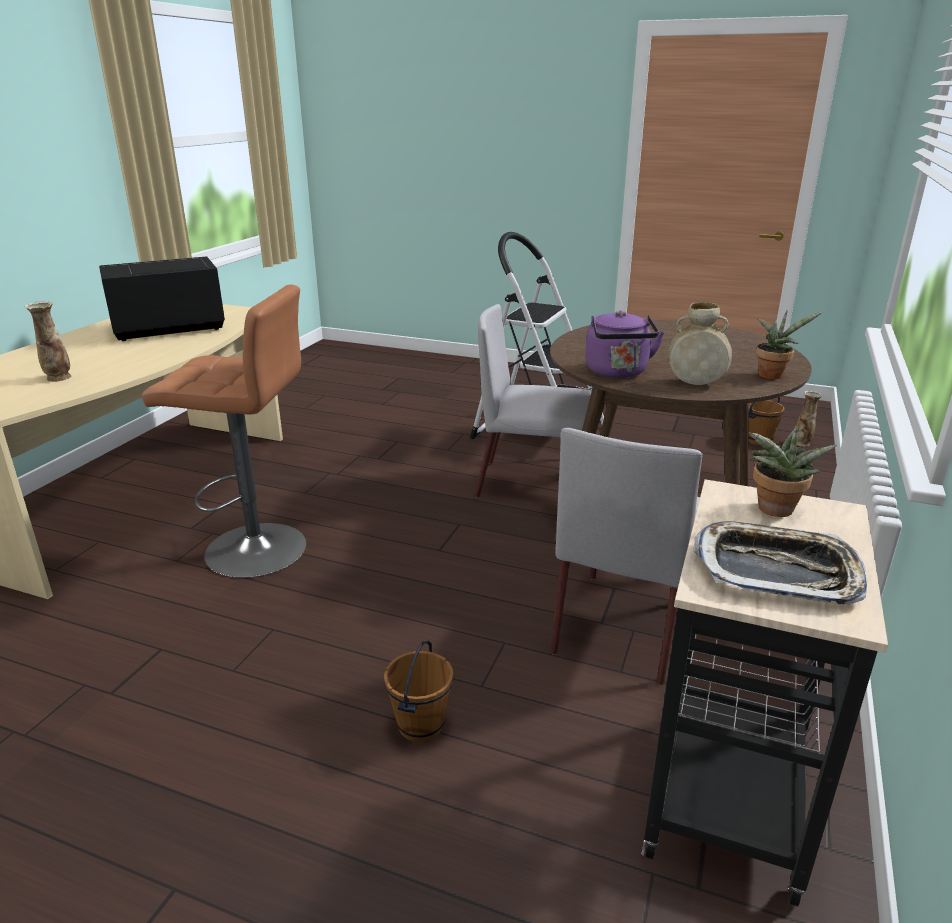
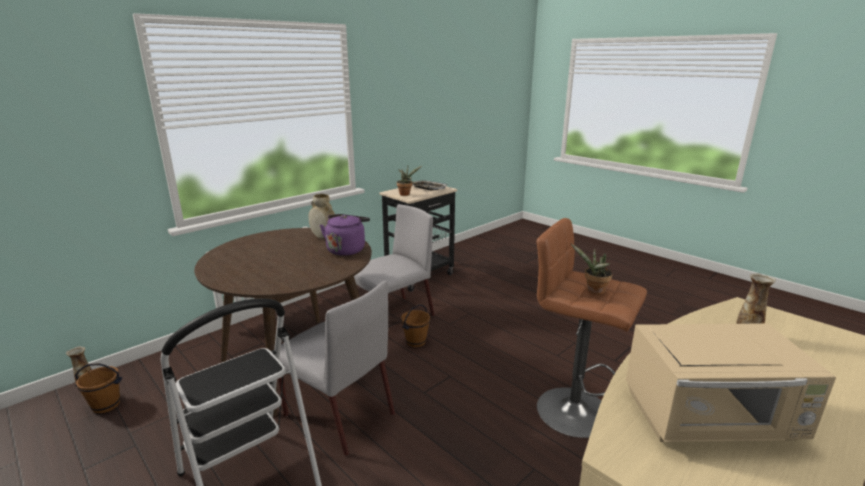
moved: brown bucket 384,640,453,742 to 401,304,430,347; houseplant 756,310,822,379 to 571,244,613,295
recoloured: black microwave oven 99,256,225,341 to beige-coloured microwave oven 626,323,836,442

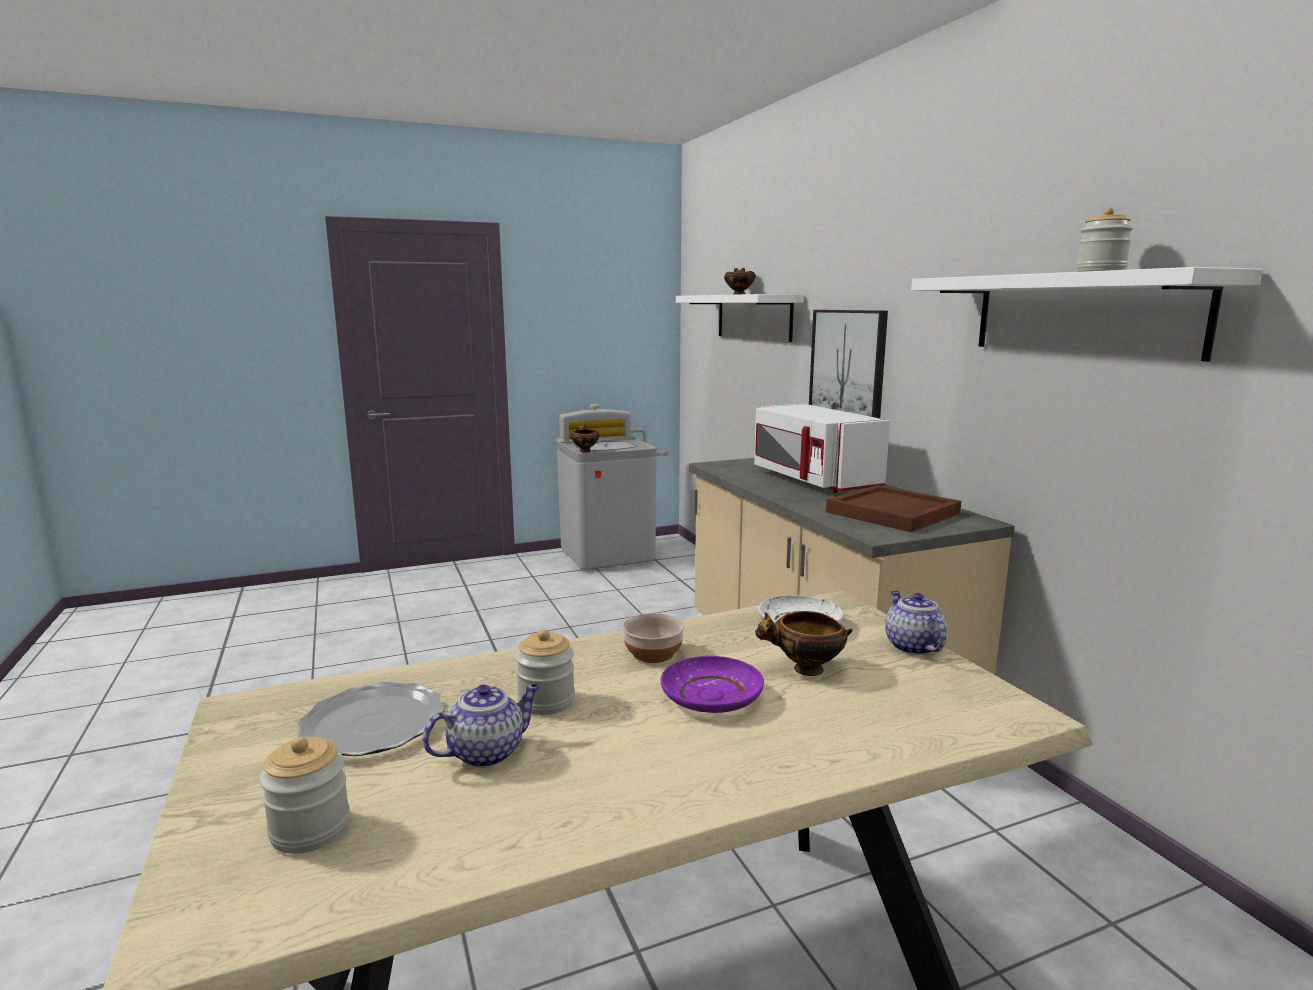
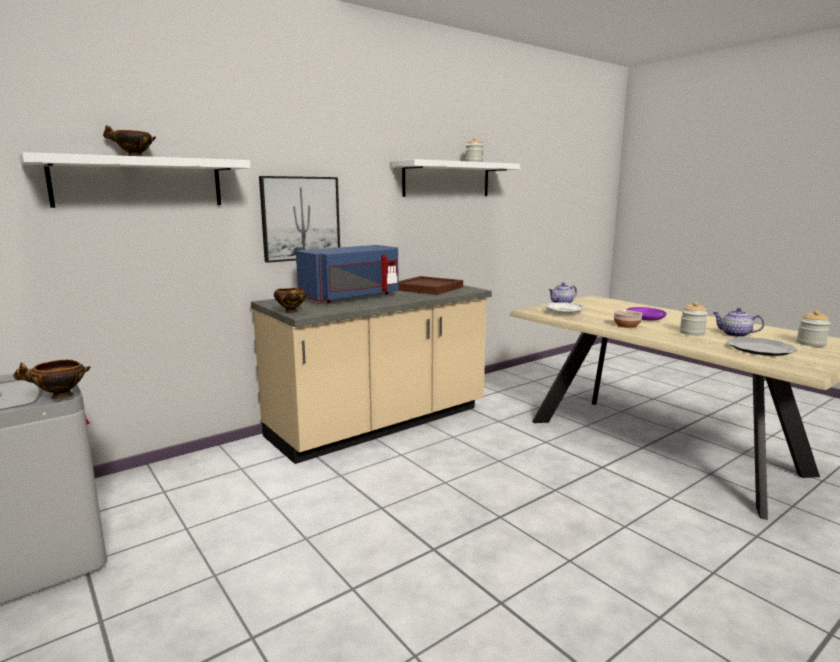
moved: bowl 755,611,853,676 to 274,288,306,313
recoloured: white-coloured microwave oven 754,404,890,493 to blue-coloured microwave oven 296,245,399,303

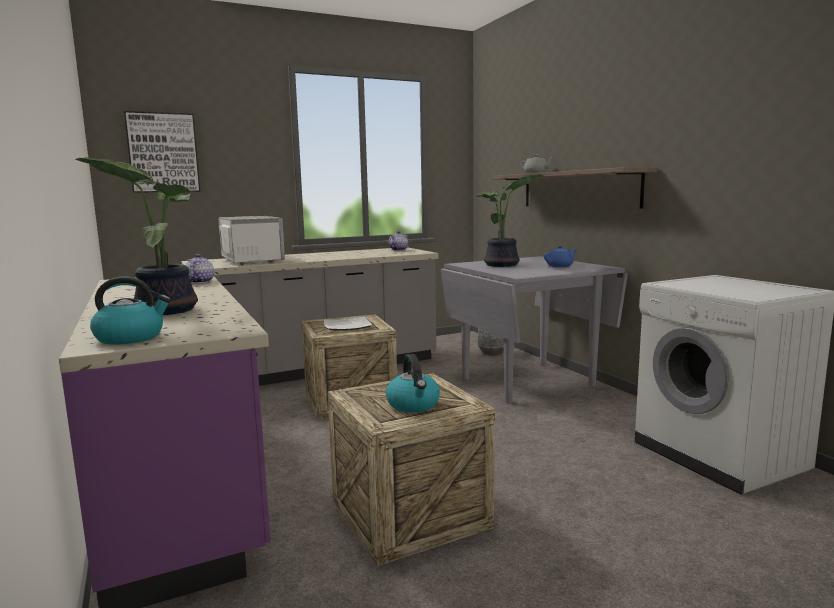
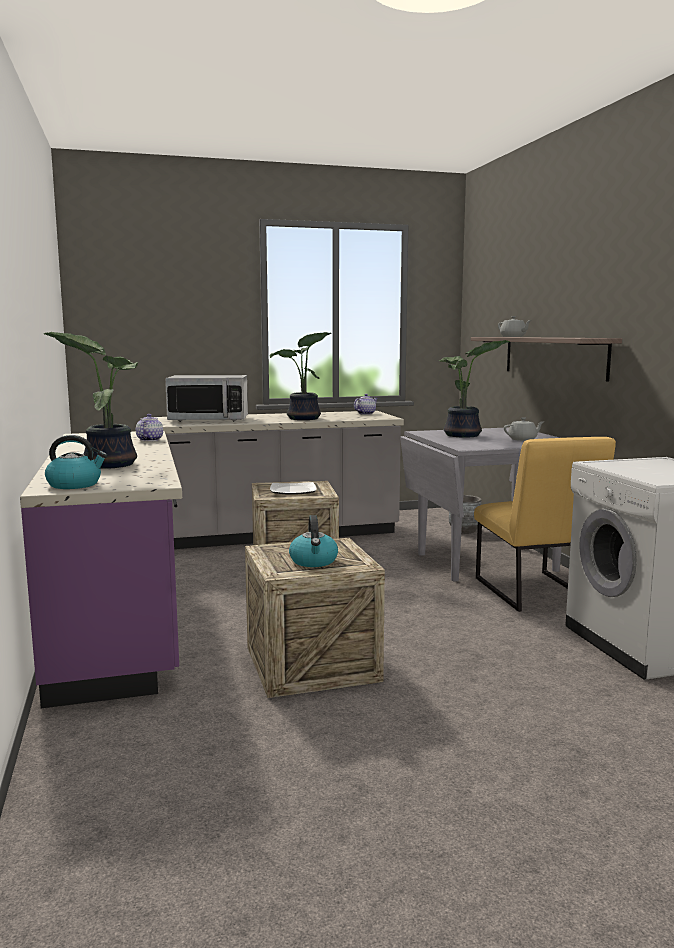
removed: picture 124,111,201,193
added: houseplant 270,332,331,420; yellowish upright chair 474,437,616,612
recoloured: blue-coloured teapot 544,246,577,267 to grey teapot 504,417,545,441
turned: microwave oven 218,216,285,265 = 165,375,248,422 105 degrees clockwise

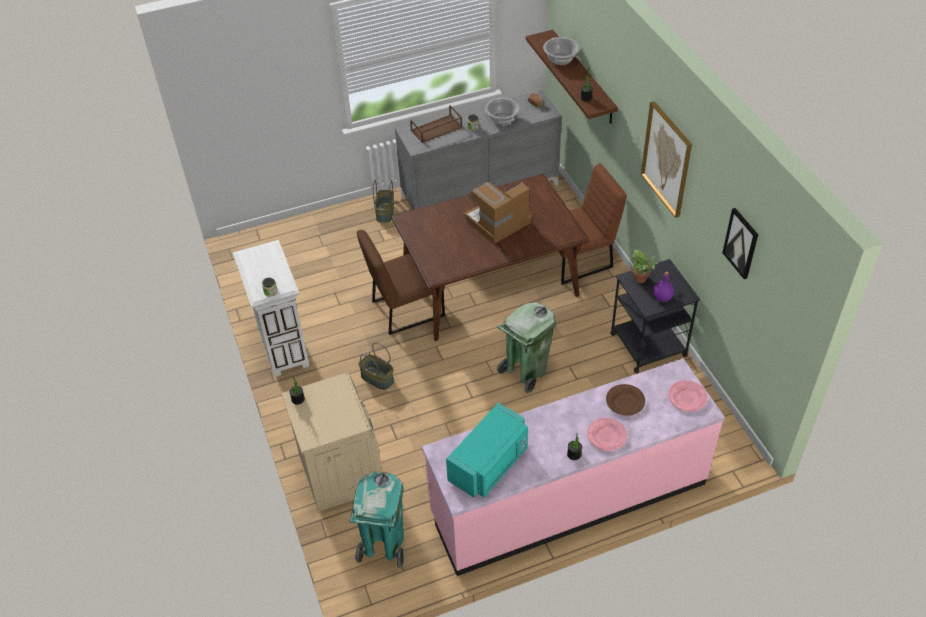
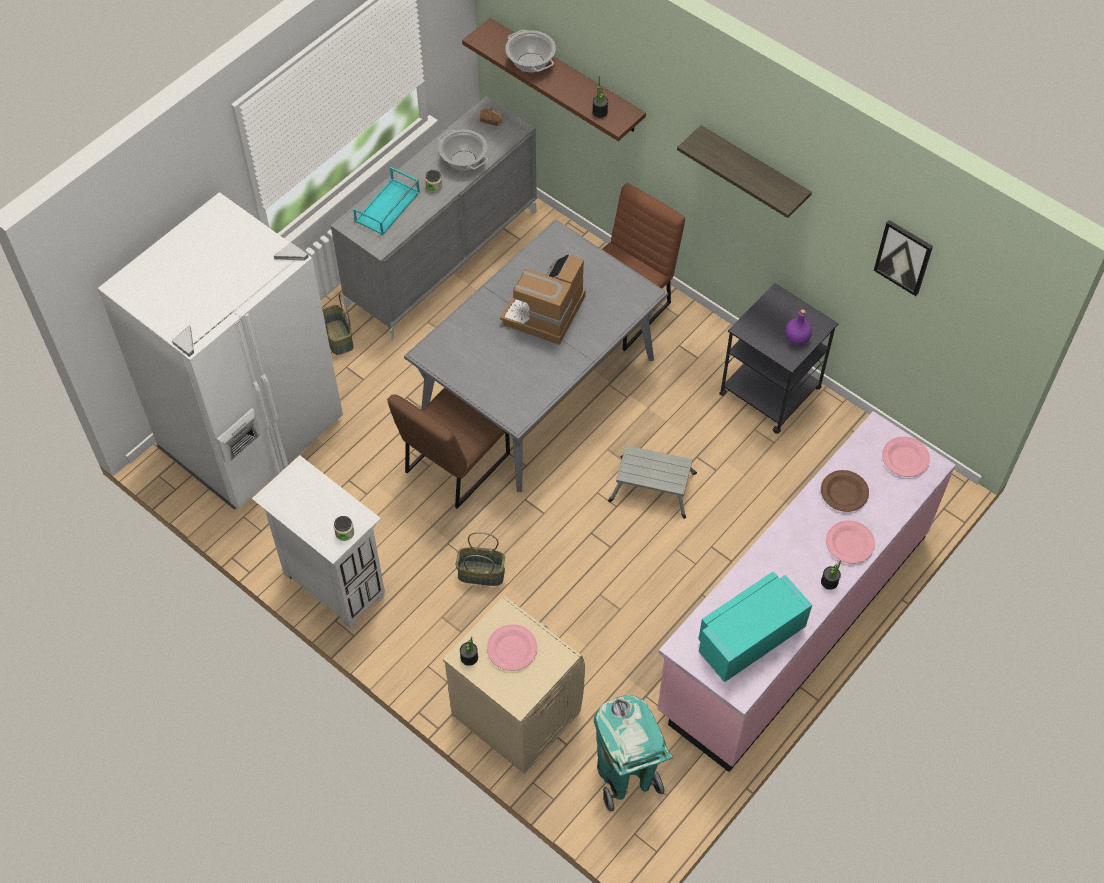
removed: houseplant 631,249,658,283
added: white-coloured fridge 98,192,343,509; pinkish flat dish 487,624,538,671
replaced: green-coloured rubbish bin 497,303,556,393 to grey stepladder 608,445,697,519; picture 641,101,692,218 to shelf 677,125,812,218
recoloured: brown dining table 391,173,590,341 to grey dining table 404,219,668,492; brown carrying tray 410,105,462,143 to turquoise carrying tray 353,167,420,235
turned: turquoise microwave oven 446,403,528,498 = 698,572,812,683 135 degrees counterclockwise

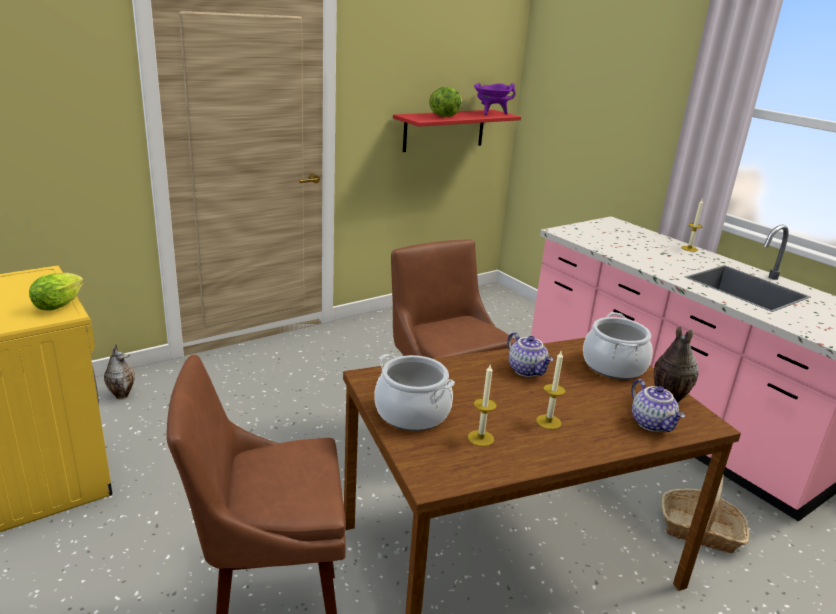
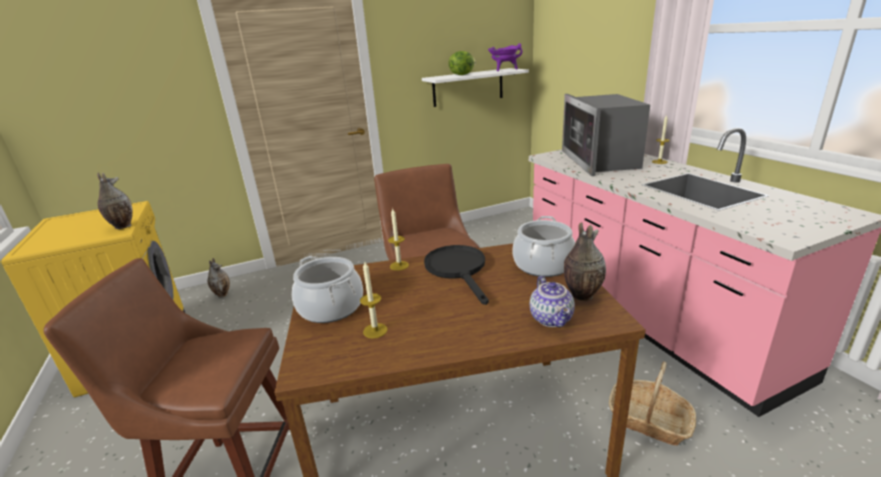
added: microwave oven 562,94,650,176
moved: candle 536,351,566,430 to 388,209,409,271
replaced: lettuce head 29,273,84,311 to flower vase 97,172,132,229; teapot 507,332,553,377 to black skillet 424,245,489,305
recoloured: red shelf 393,110,521,152 to white-coloured shelf 422,68,529,107

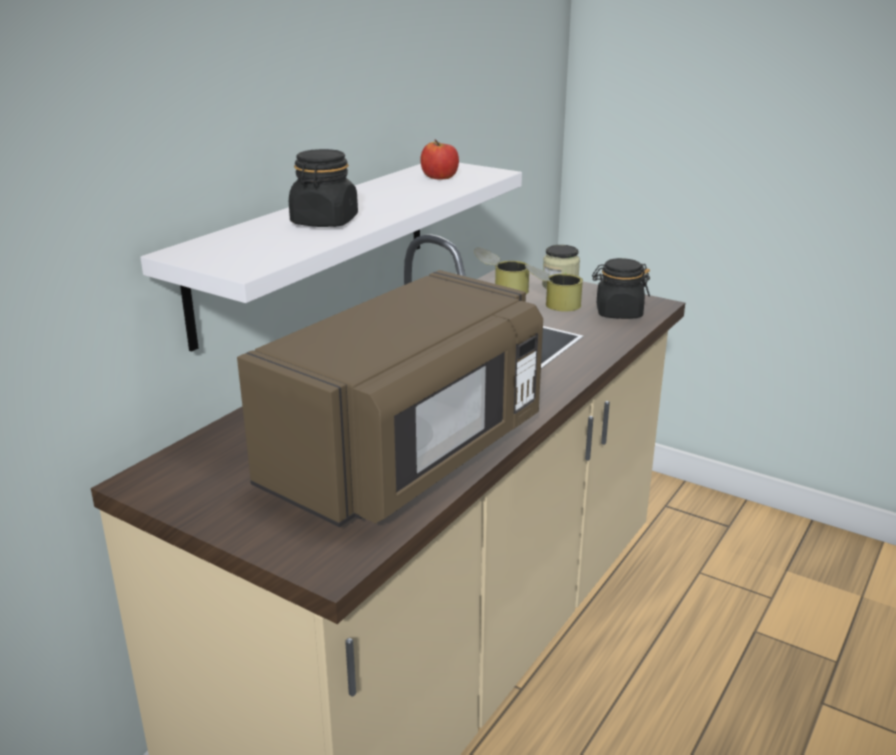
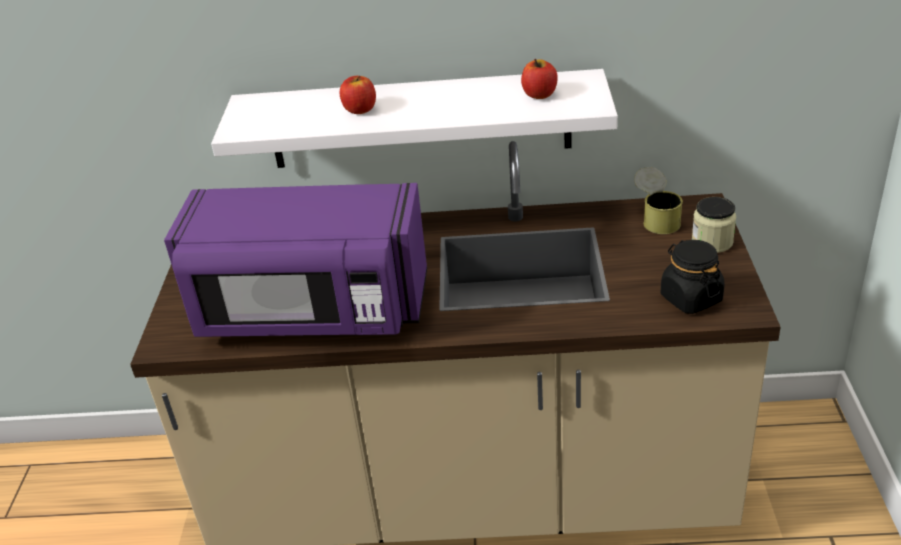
removed: sealed can 525,265,583,312
replaced: black storage jar 289,149,358,227 to apple fruit 340,76,376,114
recoloured: brown microwave oven 237,270,543,527 to purple microwave oven 164,183,427,337

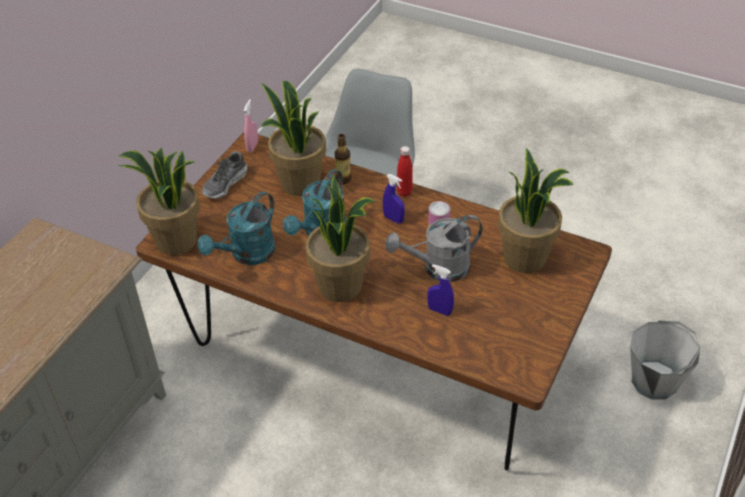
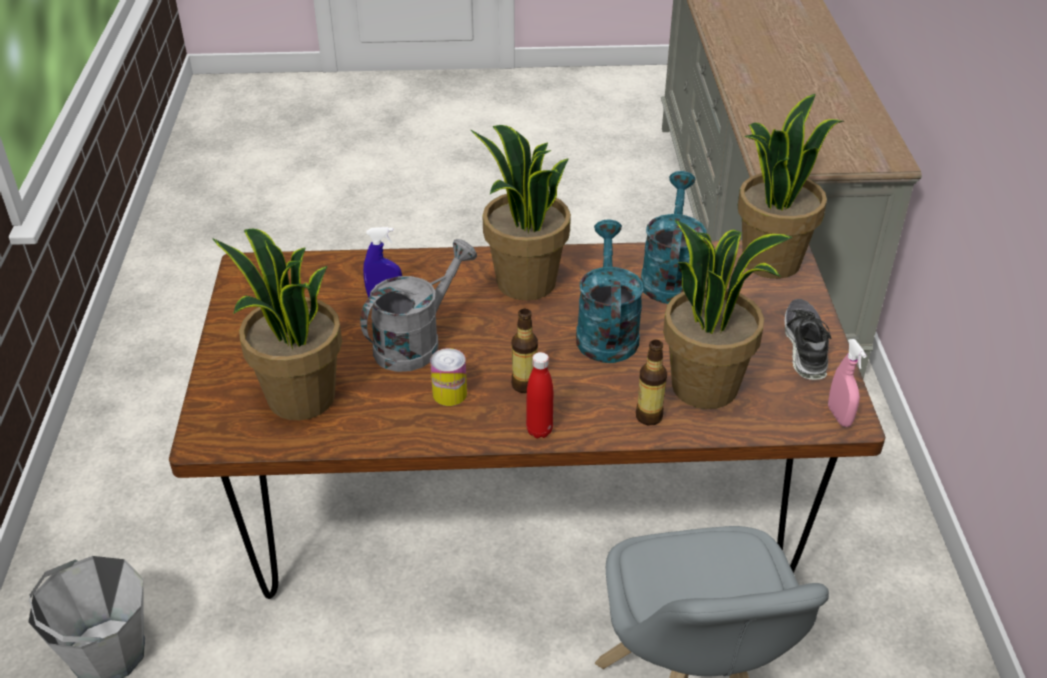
replaced: blue-coloured hand sprayer 383,174,405,224 to beverage bottle 511,309,538,393

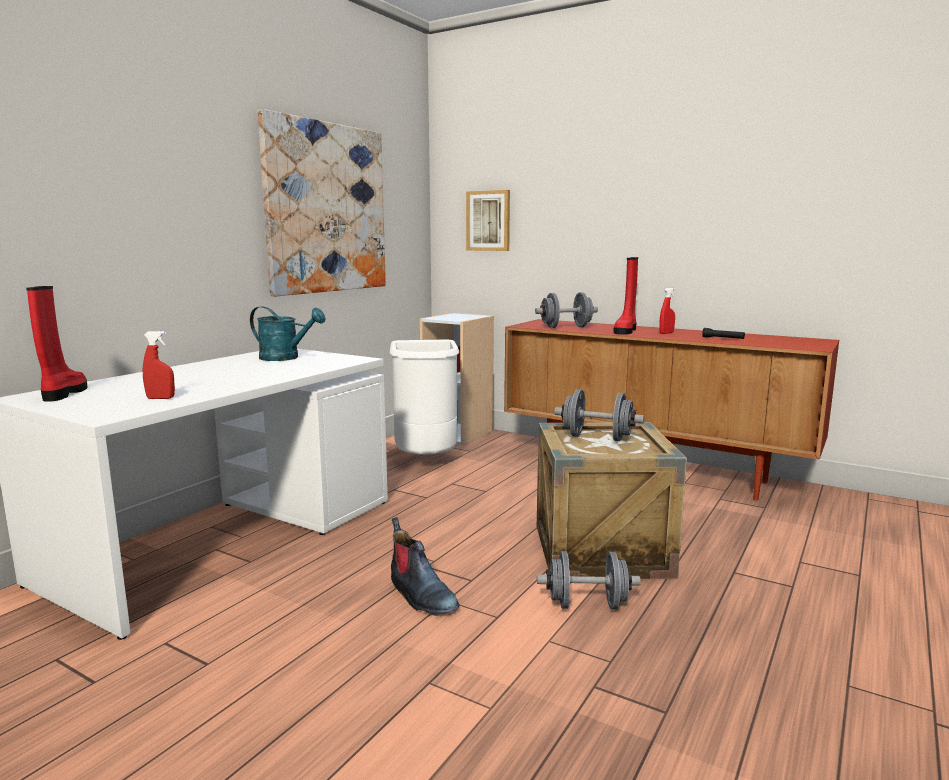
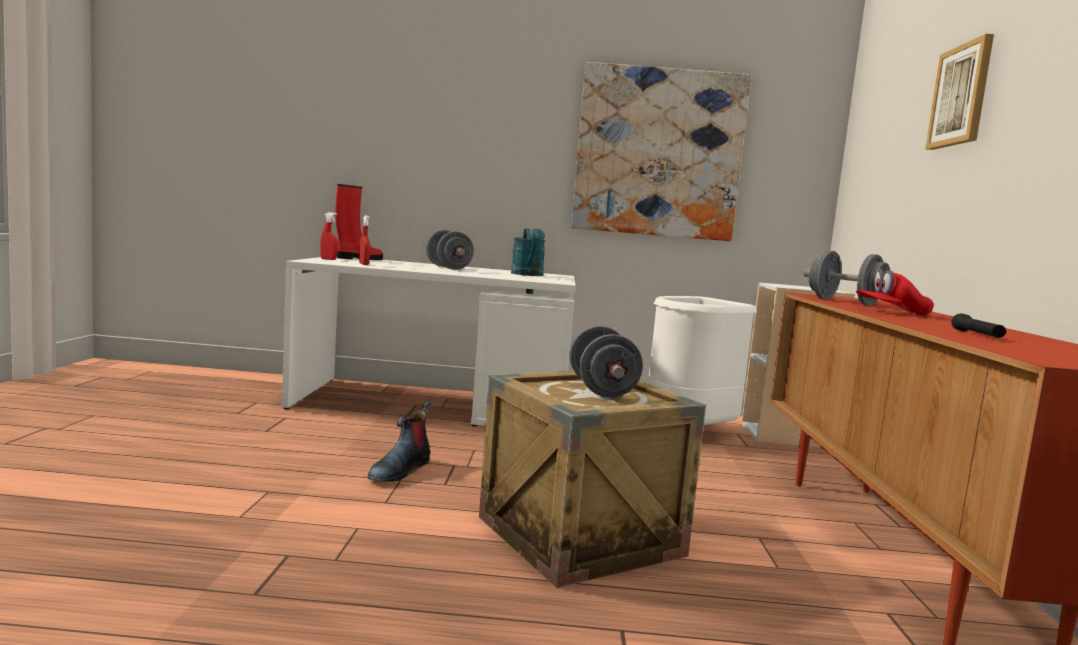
moved: picture 466,190,510,251 to 925,34,994,150; grey free weight 537,551,641,609 to 426,230,474,270; red hand sprayer 659,288,675,334 to 320,212,338,260
replaced: red tall boot 613,257,638,335 to red peaked cap 856,269,933,316

